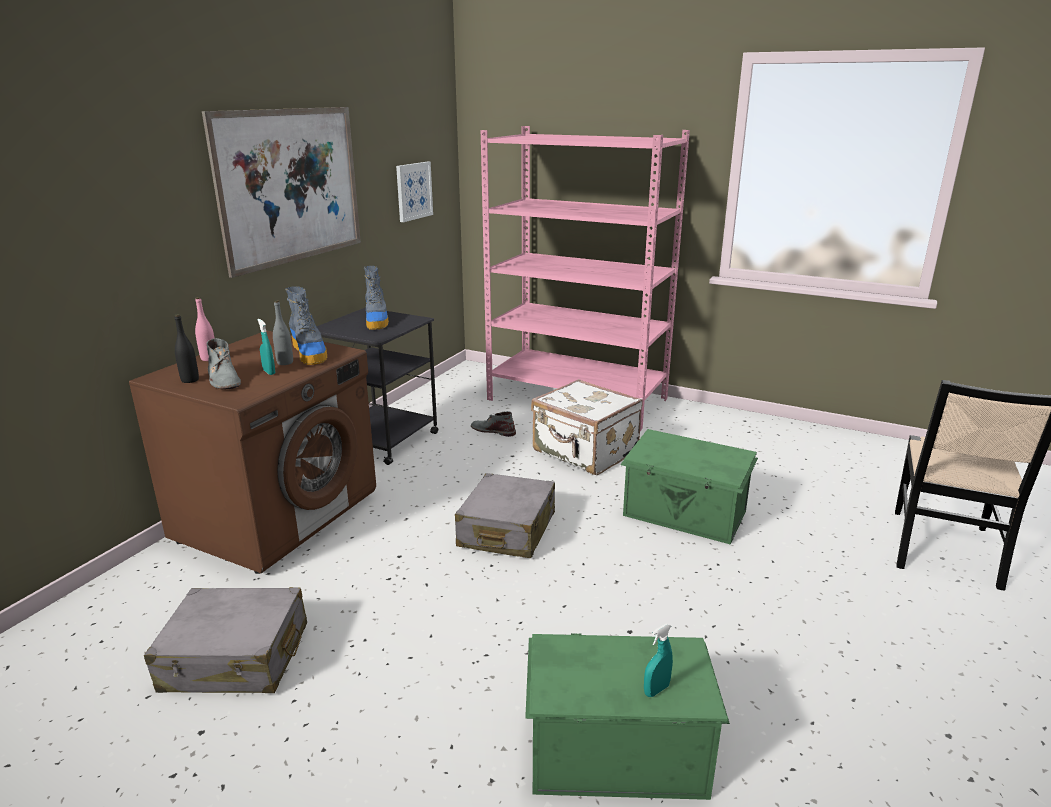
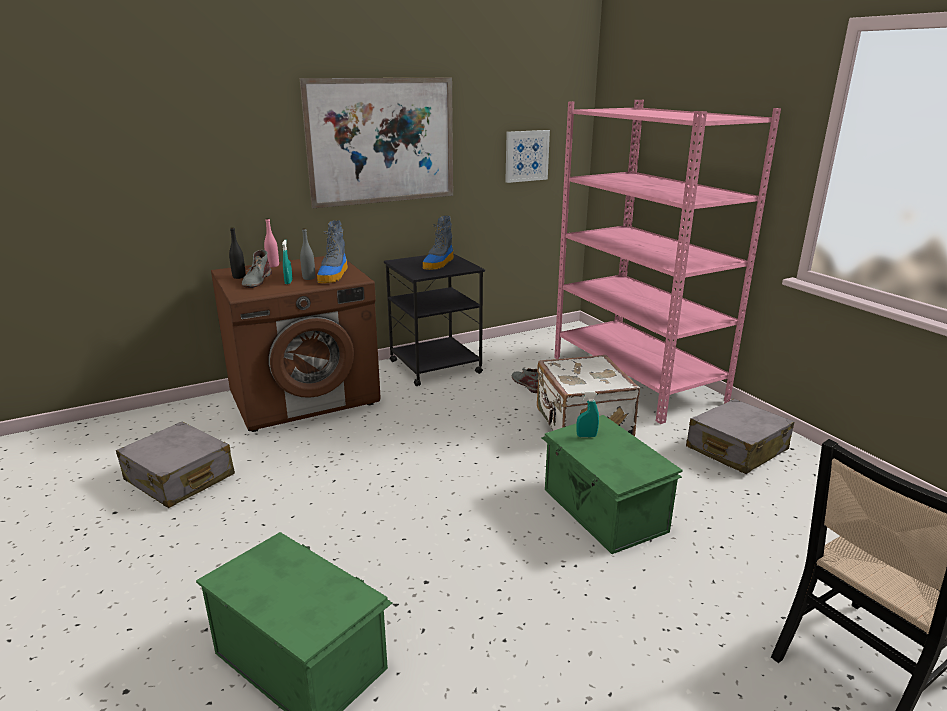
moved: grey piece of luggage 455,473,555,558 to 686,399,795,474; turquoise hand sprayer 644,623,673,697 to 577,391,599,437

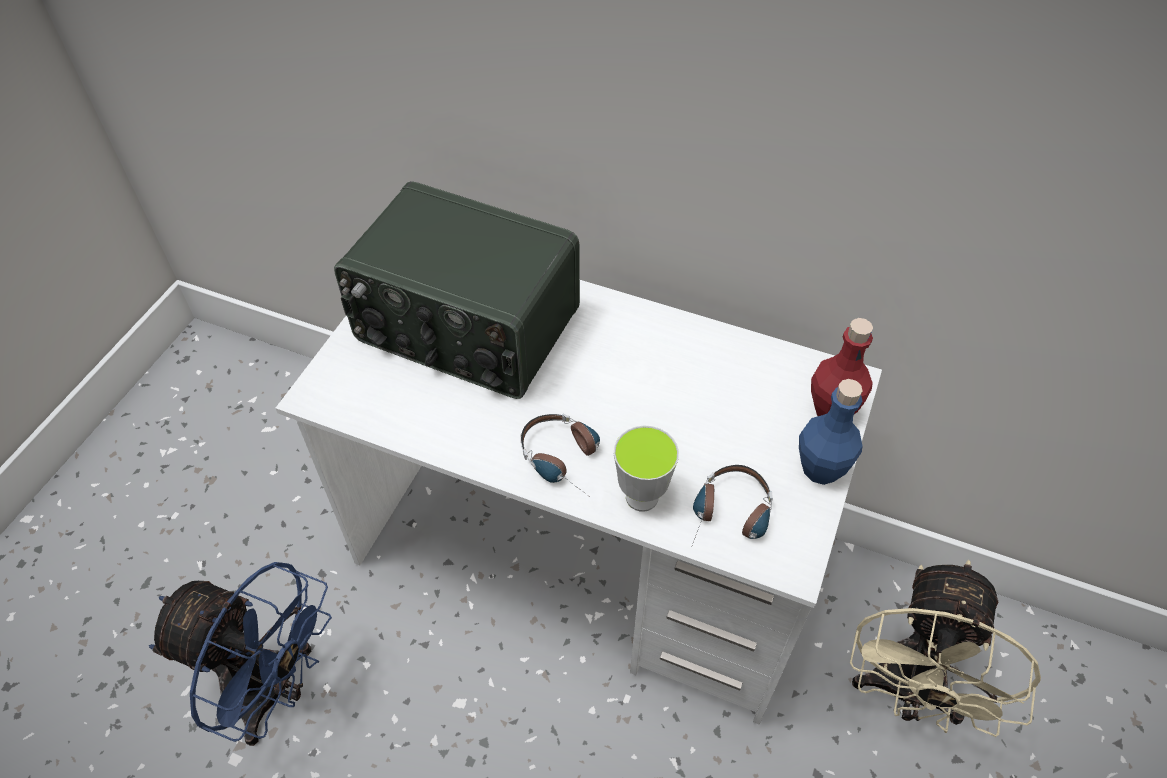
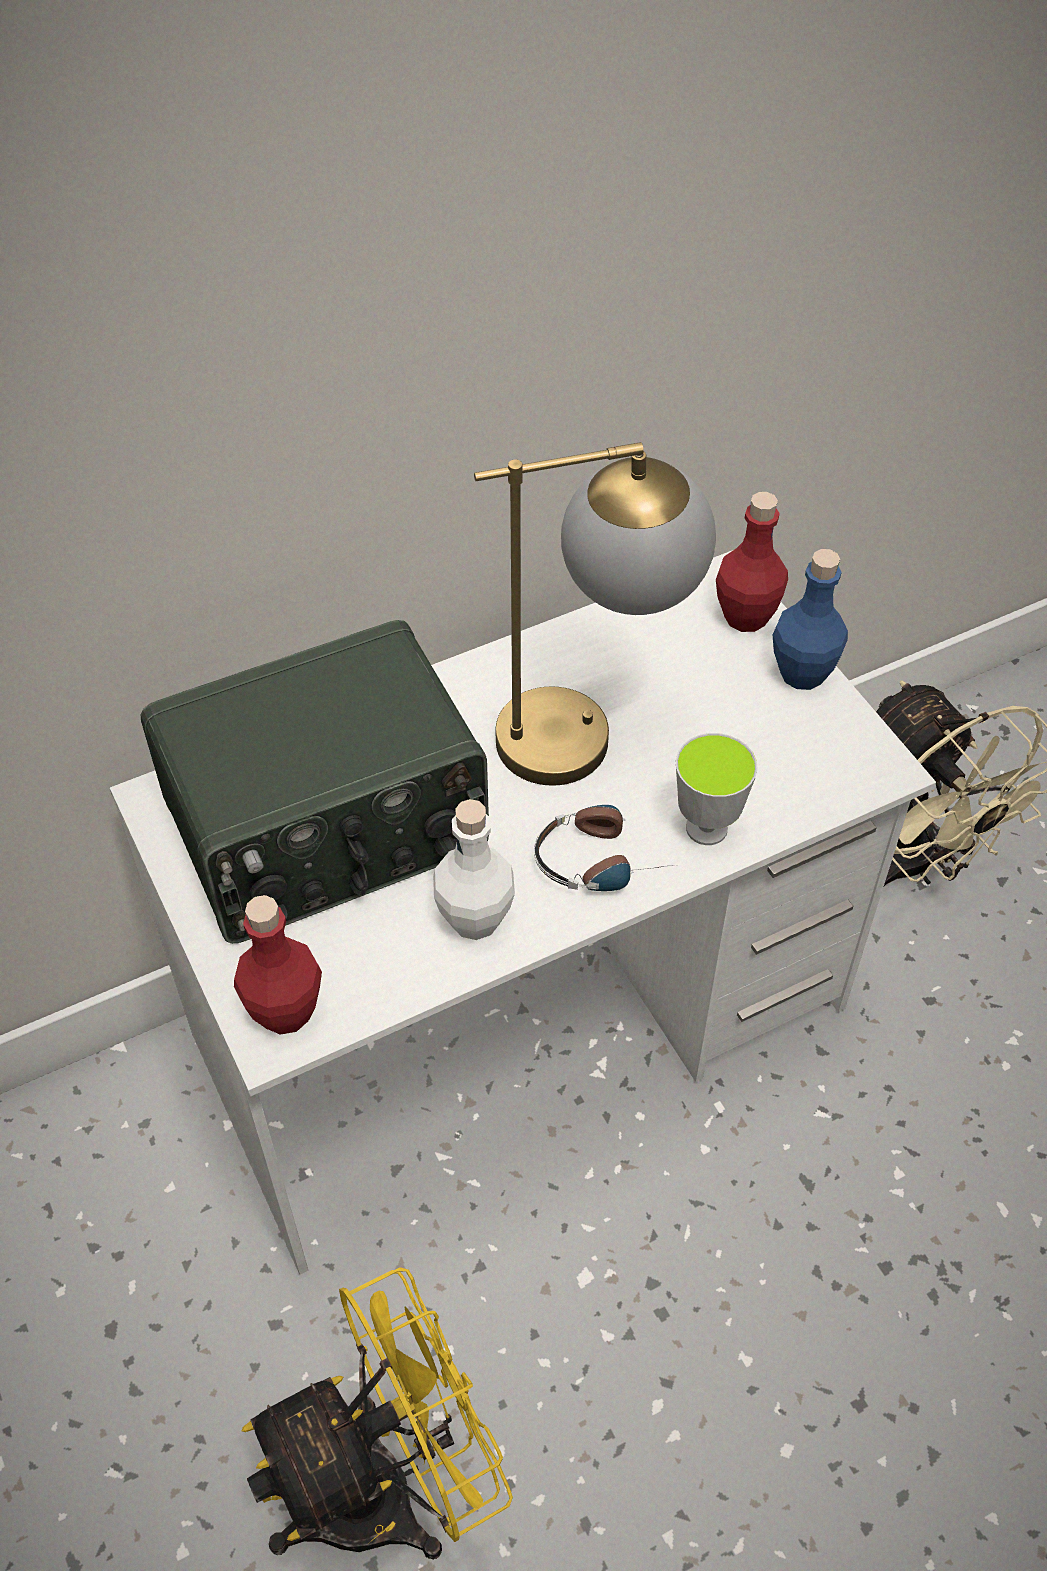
removed: headset 691,465,773,548
added: red beverage bottle 234,895,322,1035; white-coloured beverage bottle 433,799,515,940; tabletop lamp 474,442,716,786
recoloured: blue-coloured fan 149,562,332,746 to yellowish fan 241,1267,513,1560

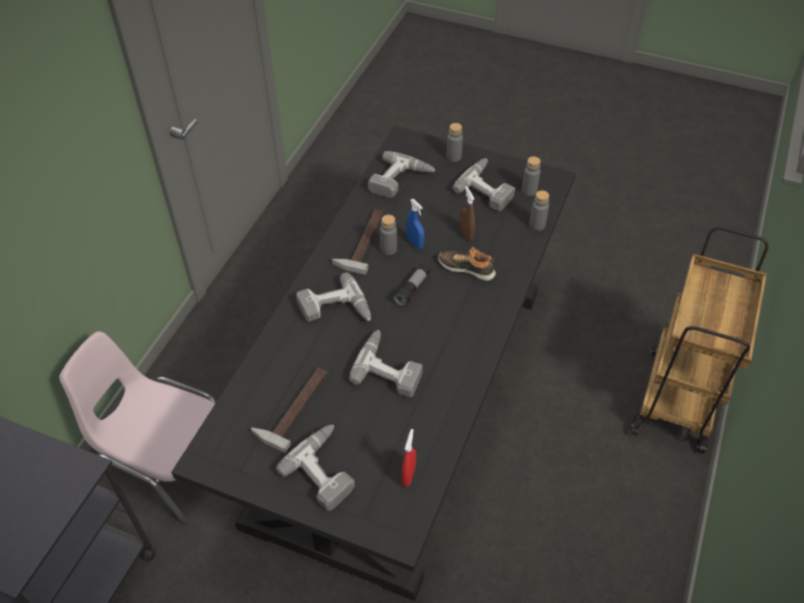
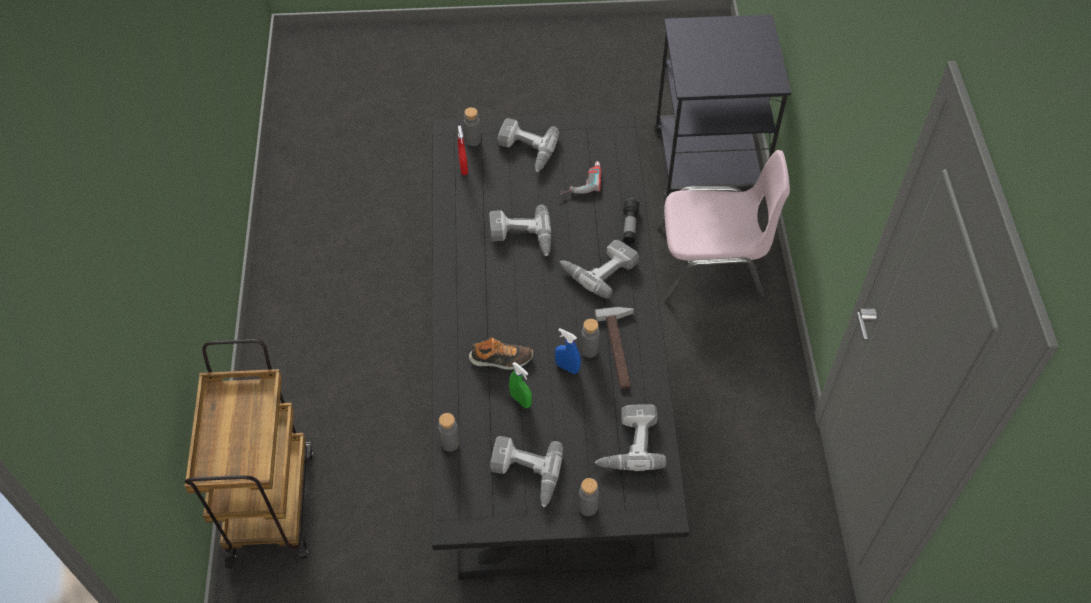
moved: torch 393,264,430,307 to 623,198,640,244; grey beverage bottle 522,156,541,196 to 464,107,481,146
replaced: tool hammer 251,368,327,453 to drill 557,161,602,196
recoloured: brown hand sprayer 460,186,475,241 to green-coloured hand sprayer 509,362,532,408

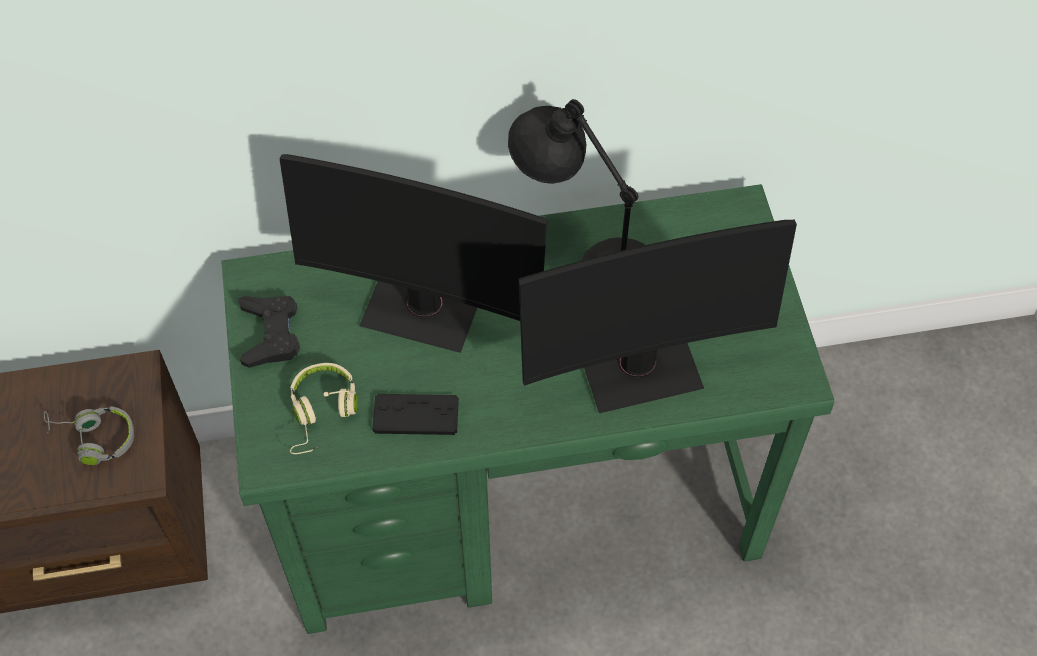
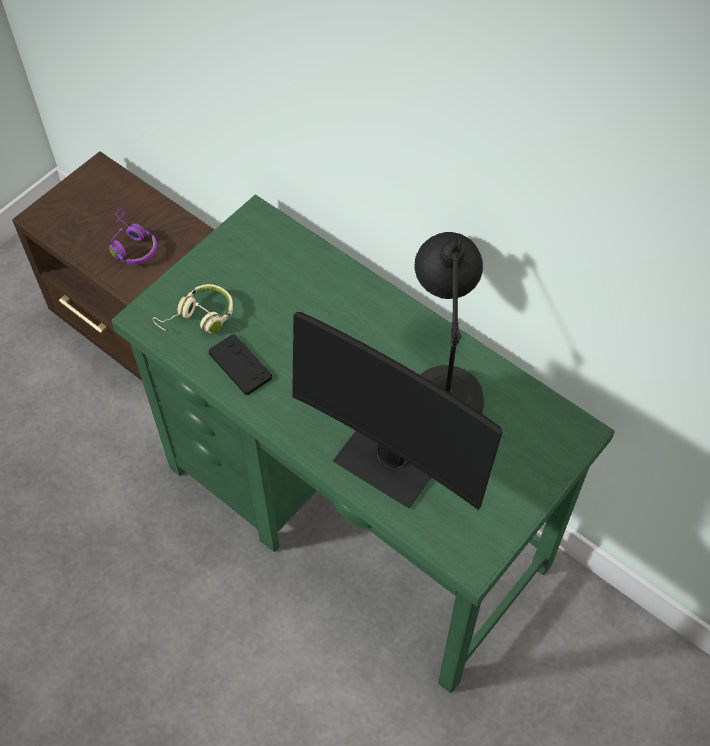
removed: black joypad 238,296,300,368; computer screen 279,154,547,353
recoloured: grey headset 44,406,134,465 to purple headset 109,209,157,265

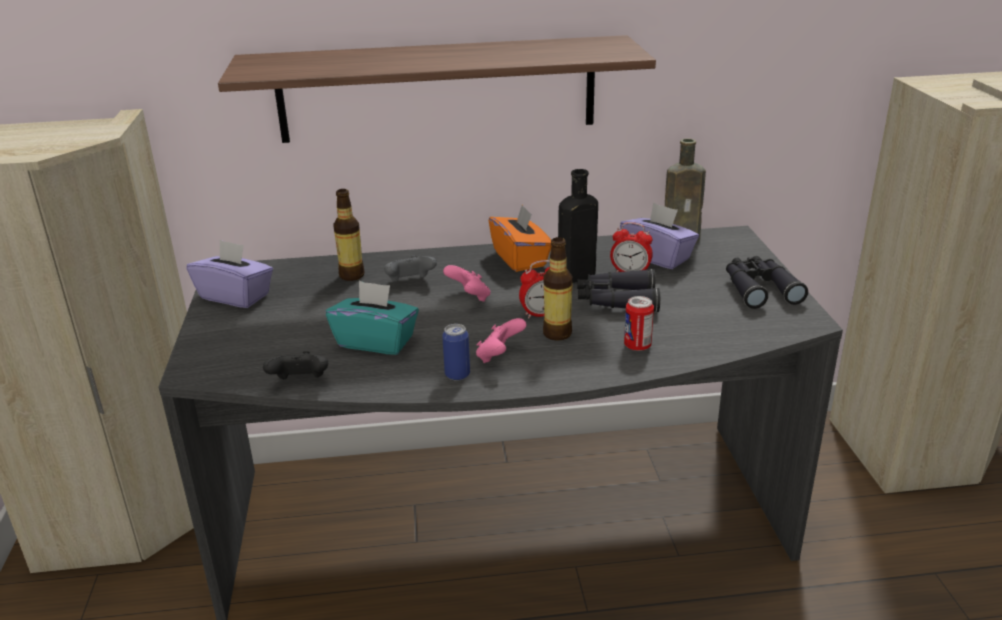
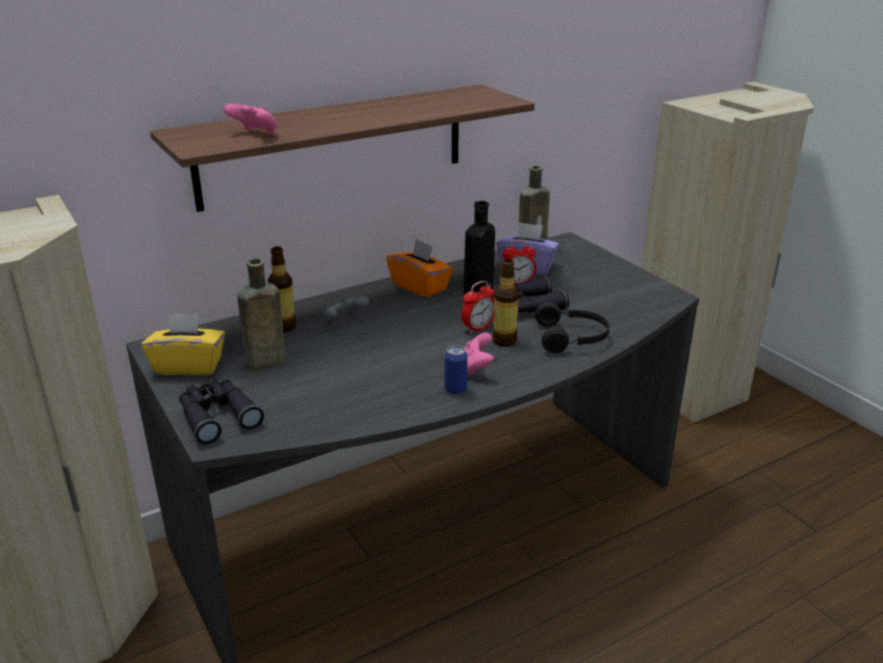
removed: black joypad 263,351,328,379; turquoise tissue holder 326,281,419,355
added: brown beverage bottle 237,258,286,371
moved: pinkish joypad 443,265,491,302 to 223,103,278,136; black field glasses 726,256,808,309 to 179,378,264,444
replaced: sealed can 624,296,654,351 to black headset 535,302,610,354
recoloured: purple tissue holder 187,240,273,308 to yellowish tissue holder 141,313,225,375

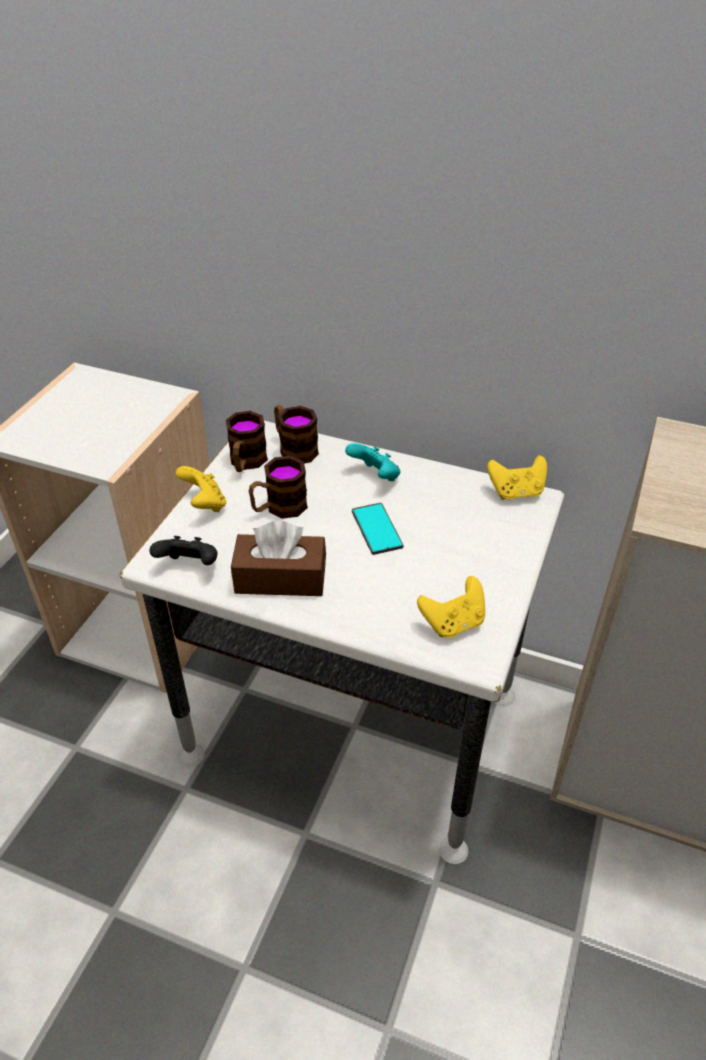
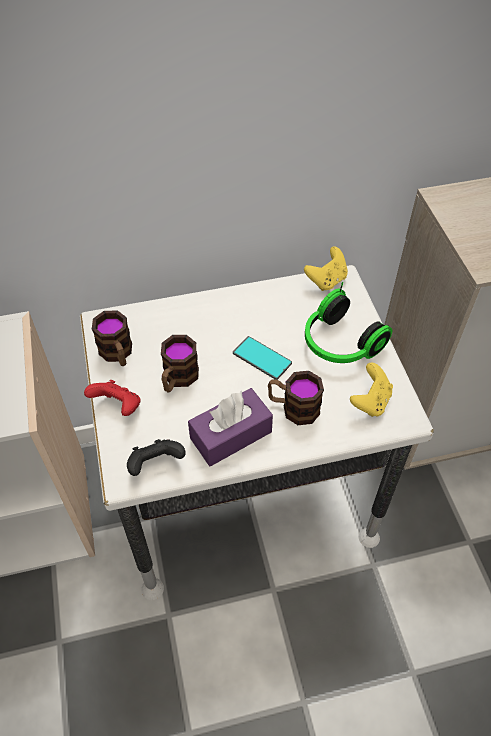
removed: turquoise joypad 345,443,400,481
added: headset 305,282,392,363
moved: tea mug 274,405,319,463 to 268,371,324,425
recoloured: yellowish joypad 176,466,226,512 to red joypad 84,380,141,416; brown tissue holder 231,521,326,596 to purple tissue holder 188,388,273,467

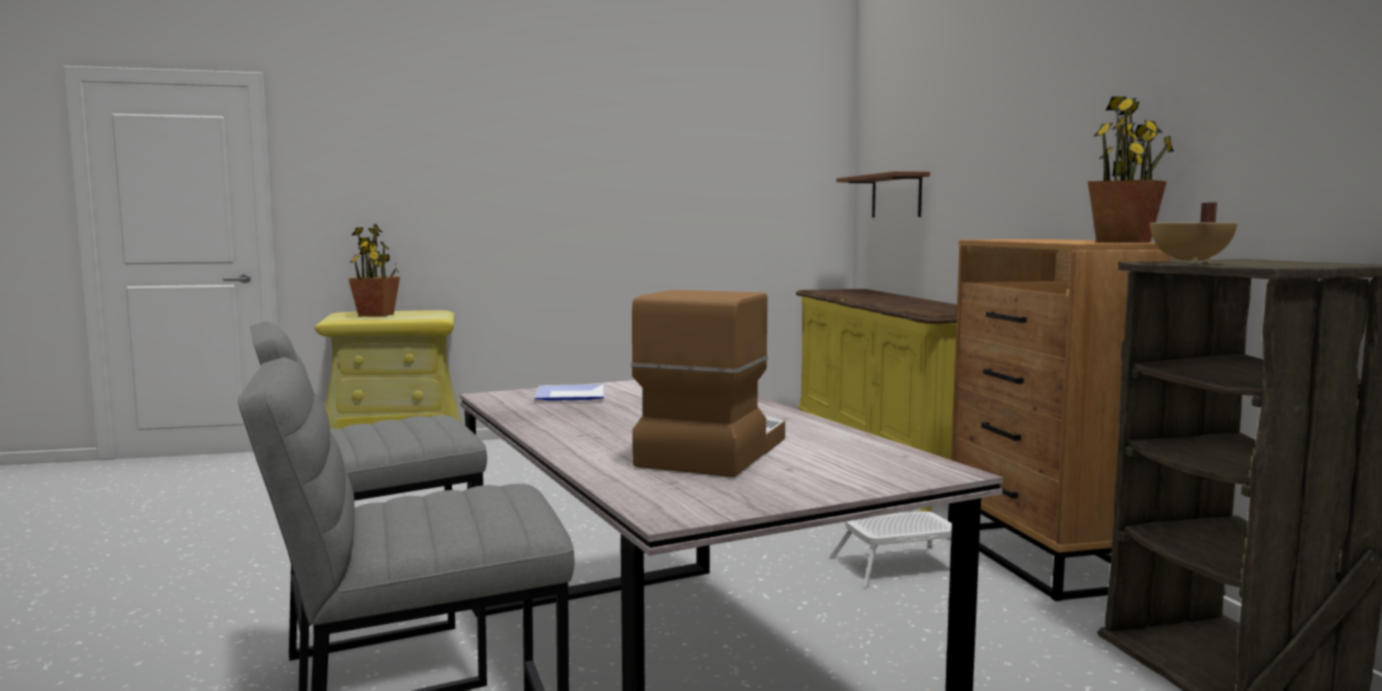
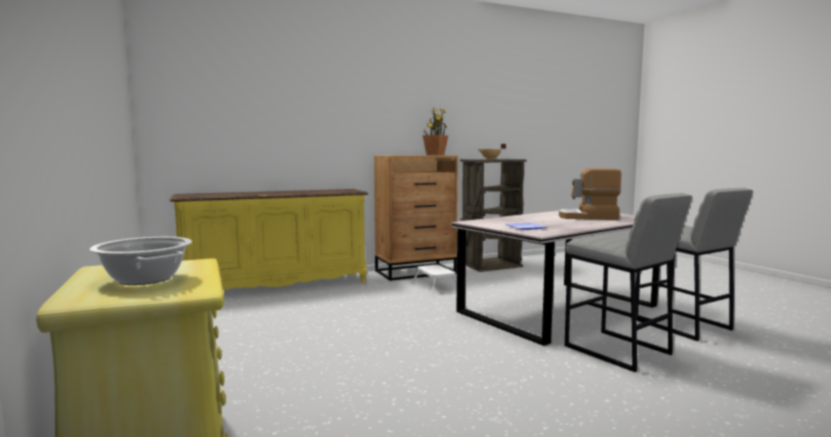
removed: brown shelf 836,171,930,218
replaced: houseplant 348,224,400,317 to stockpot 90,237,192,285

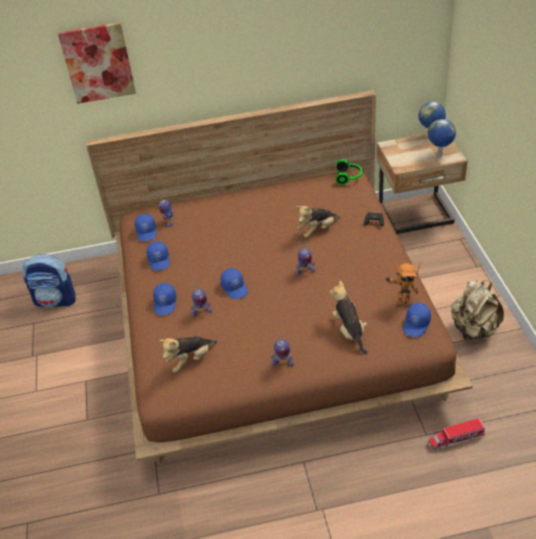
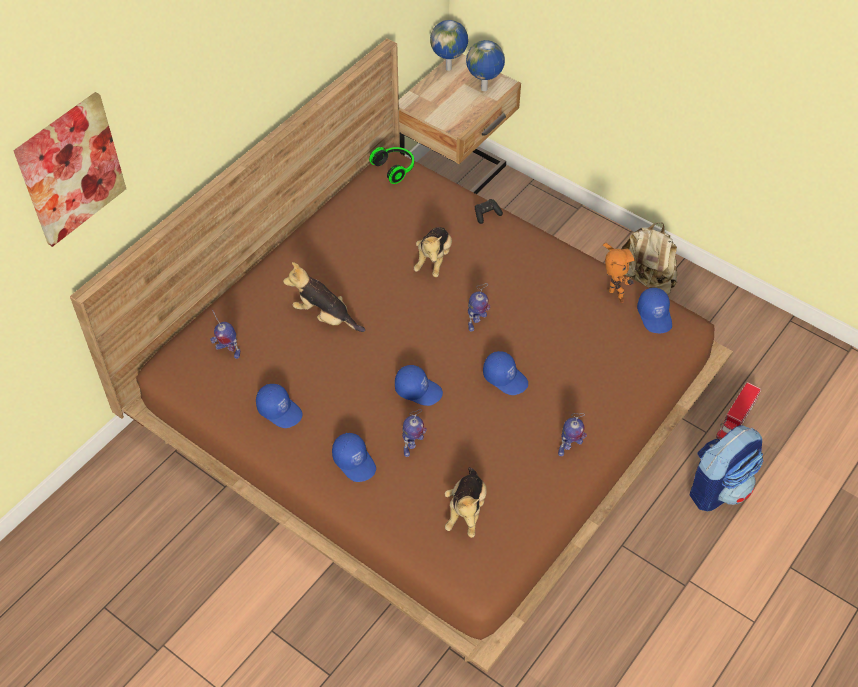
moved: knapsack 22,254,76,307 to 690,425,763,512; blue-coloured peaked cap 135,214,157,241 to 483,351,528,395; soft toy 330,281,368,355 to 283,262,365,332
turned: toy robot 385,262,420,306 = 603,243,635,303 60 degrees counterclockwise

